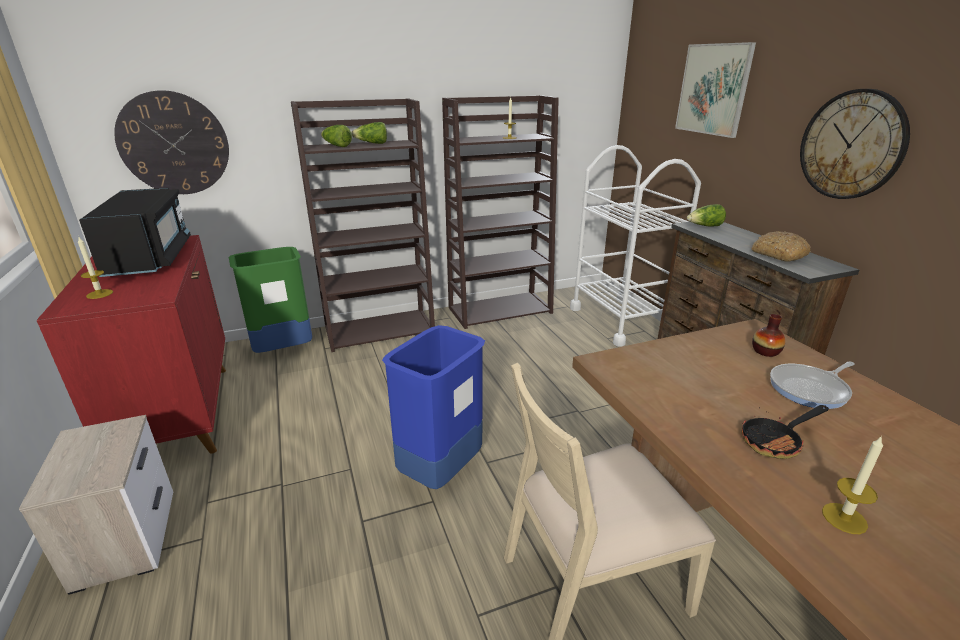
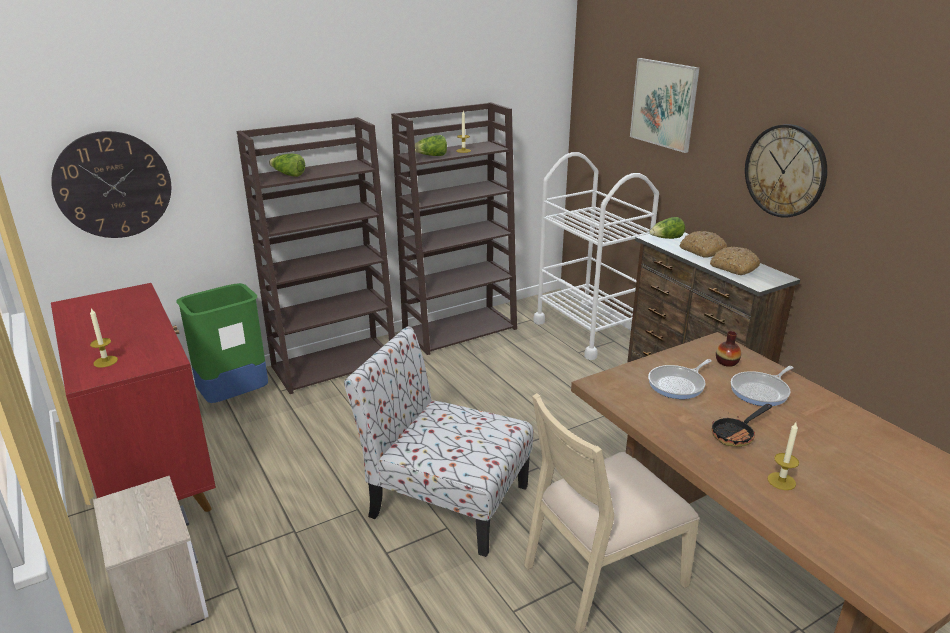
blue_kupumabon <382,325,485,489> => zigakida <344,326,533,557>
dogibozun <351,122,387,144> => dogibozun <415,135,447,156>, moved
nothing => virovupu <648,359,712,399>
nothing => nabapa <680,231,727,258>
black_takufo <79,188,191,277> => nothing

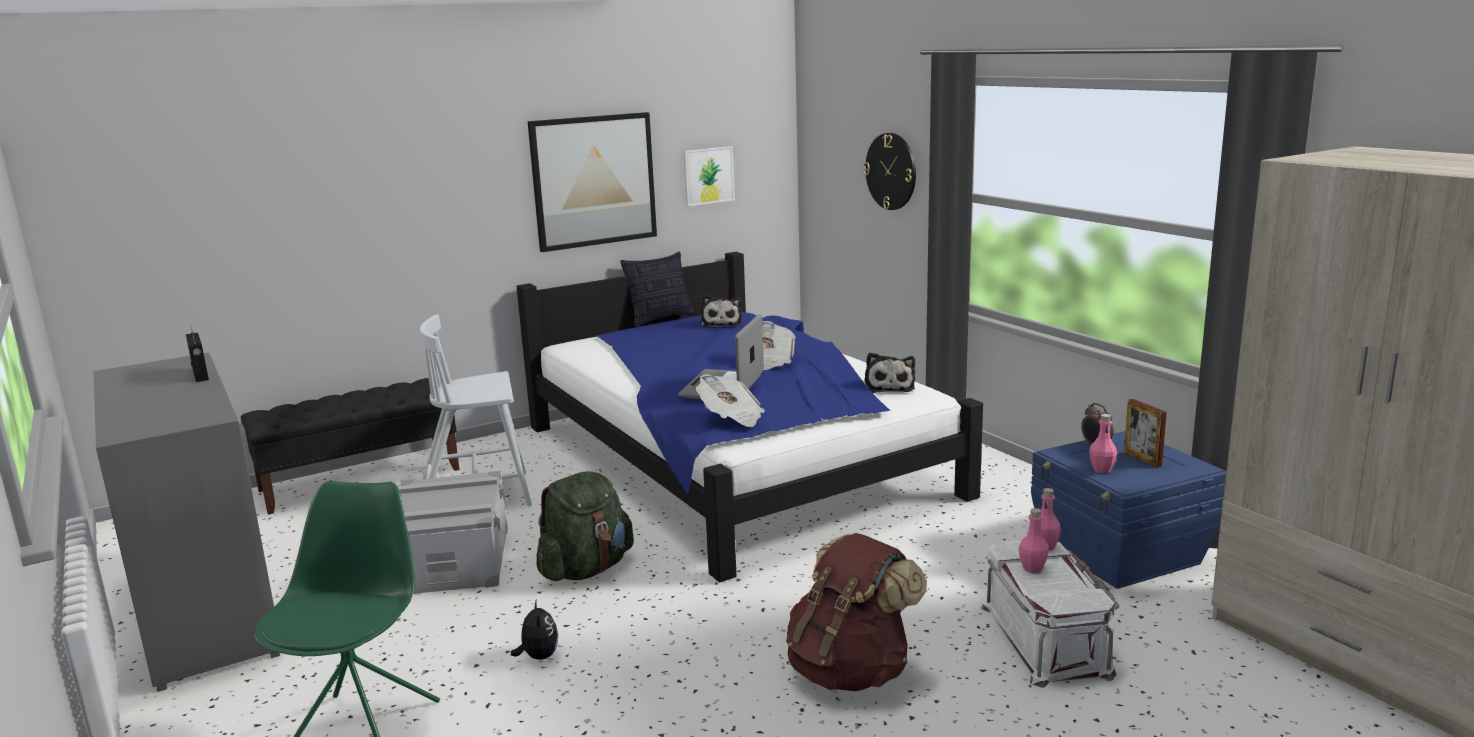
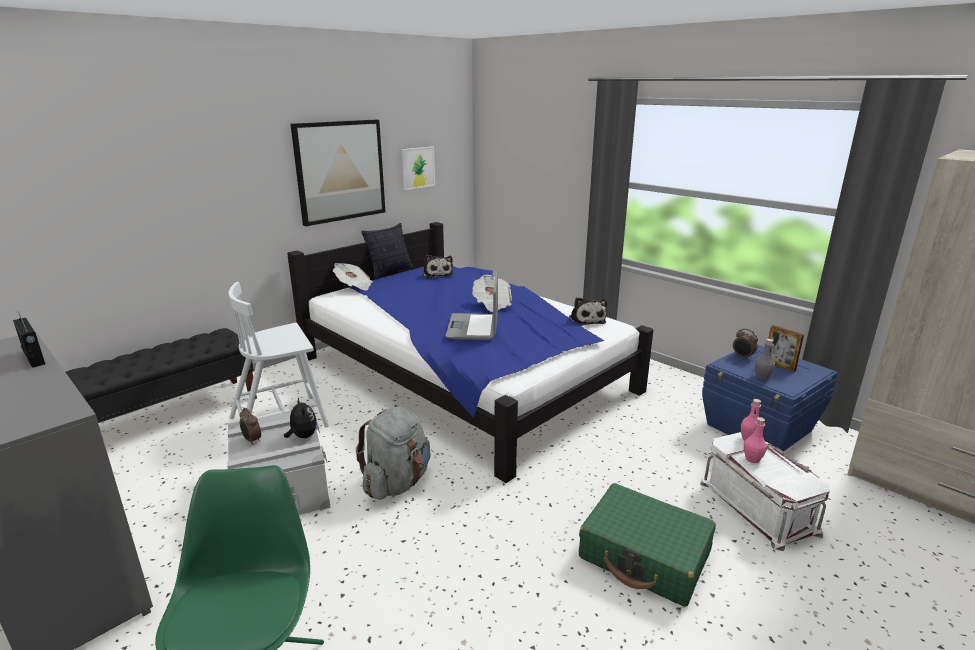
nothing => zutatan <240,408,261,445>
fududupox <511,599,558,660> => fududupox <284,397,317,438>, moved
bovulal <696,374,765,427> => bovulal <333,263,373,291>, moved
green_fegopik <536,471,634,581> => grey_fegopik <356,407,431,500>
brown_fegopik <786,533,927,691> => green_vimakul <579,483,716,607>
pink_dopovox <1089,414,1117,473> => grey_dopovox <755,339,775,380>
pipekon <864,133,916,210> => nothing

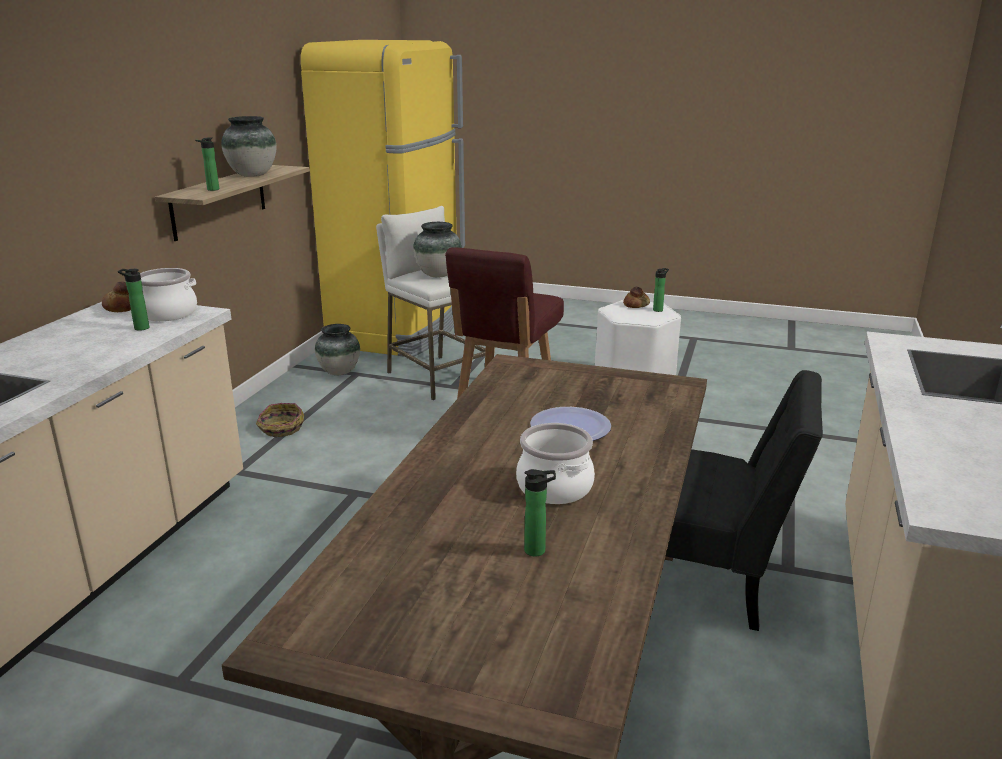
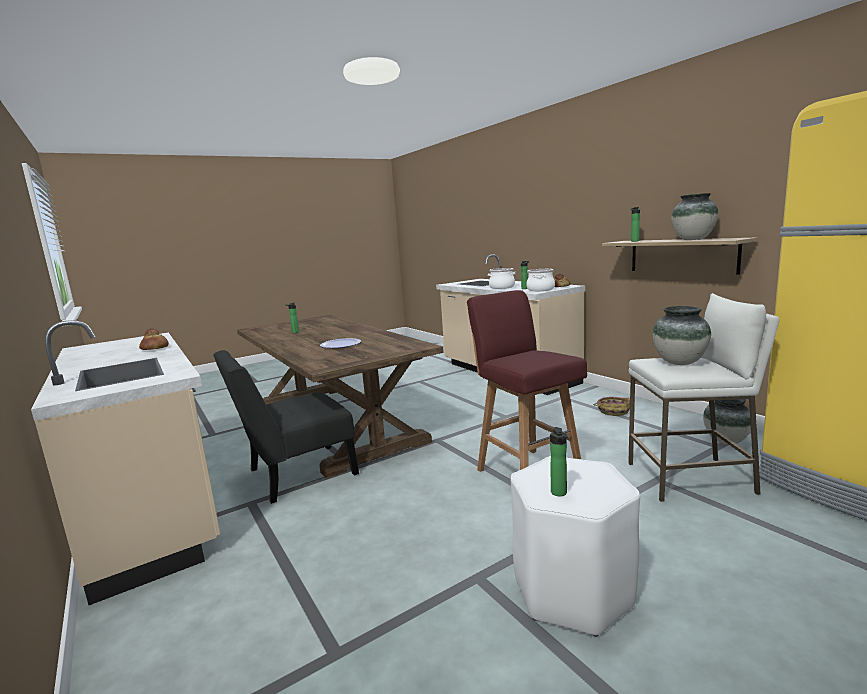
nabapa <623,286,650,308> => nabapa <139,328,169,350>, moved
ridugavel <516,423,595,504> => ridugavel <488,268,516,289>, moved

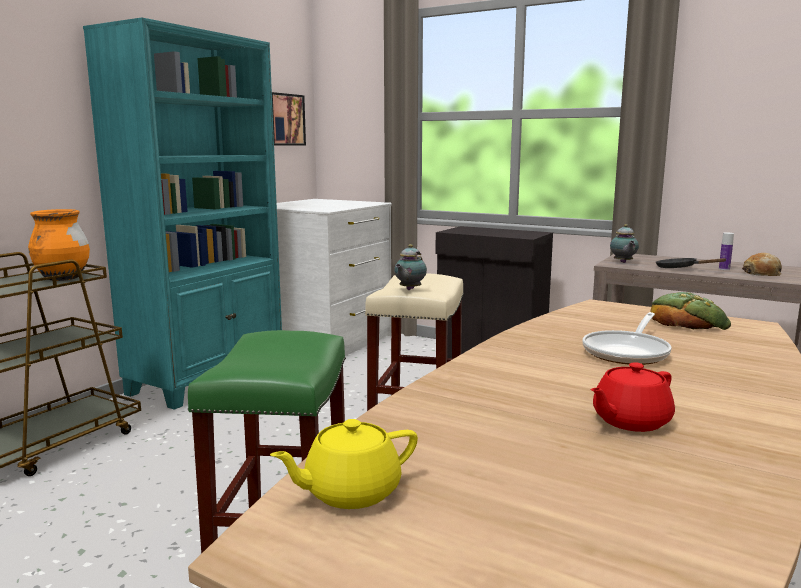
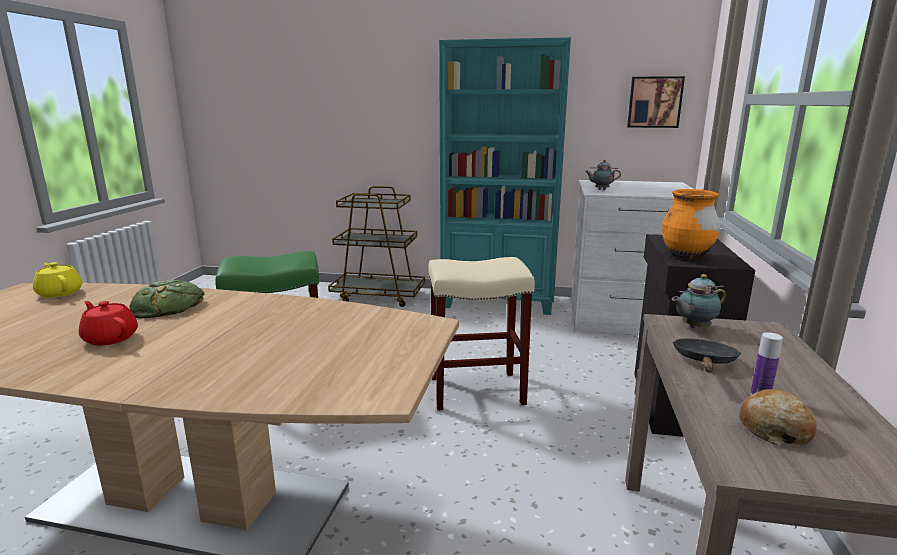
nabapa <651,292,731,330> => nabapa <129,280,205,318>, moved
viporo <394,244,427,290> => viporo <585,160,621,190>, moved
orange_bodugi <28,209,90,281> => orange_bodugi <662,189,720,260>, moved
virovupu <582,312,672,365> => nothing

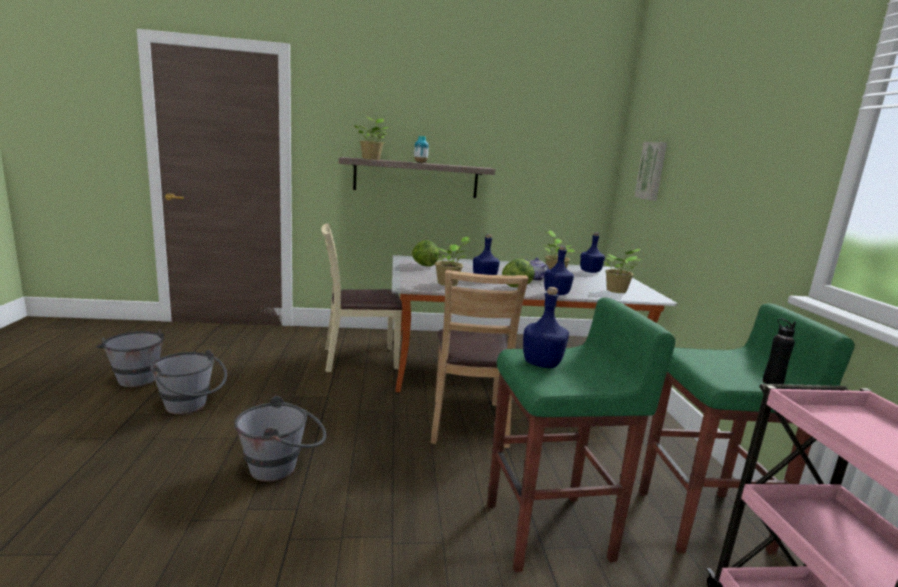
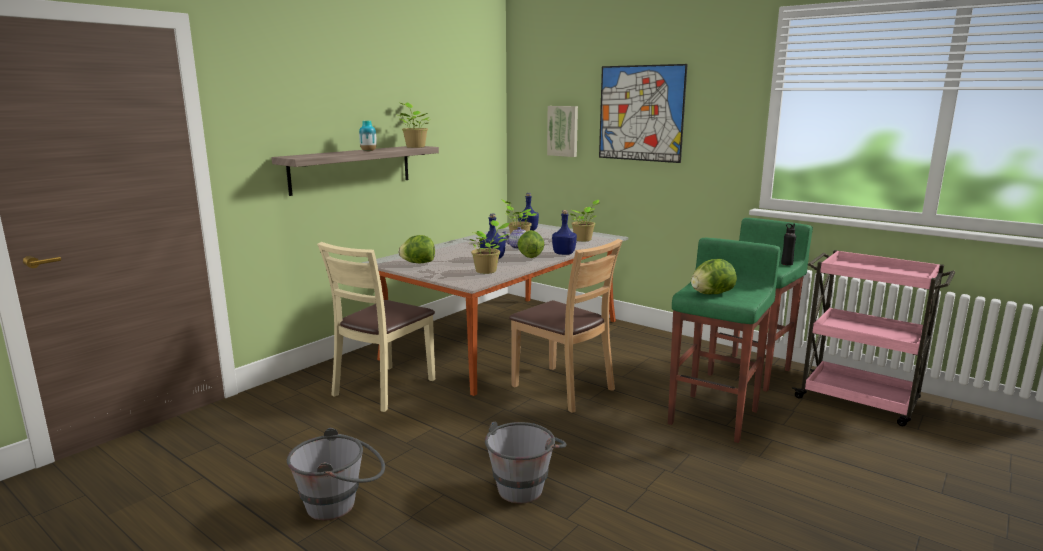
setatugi <354,117,389,160> => setatugi <398,103,429,148>, moved
nothing => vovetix <599,64,687,163>
blue_dopovox <523,287,569,368> => dogibozun <691,259,737,294>
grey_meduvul <96,329,164,387> => nothing

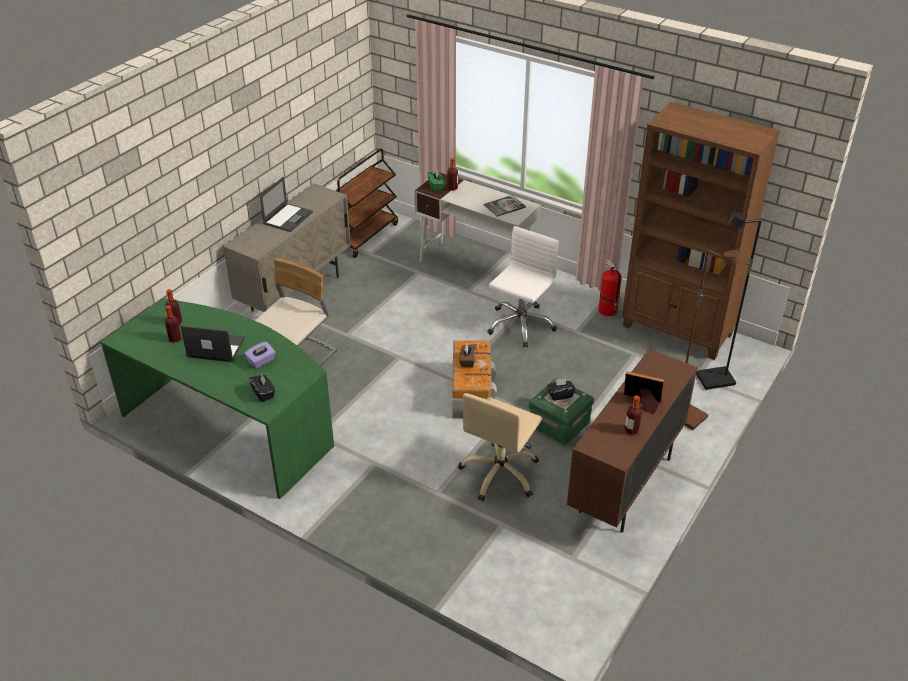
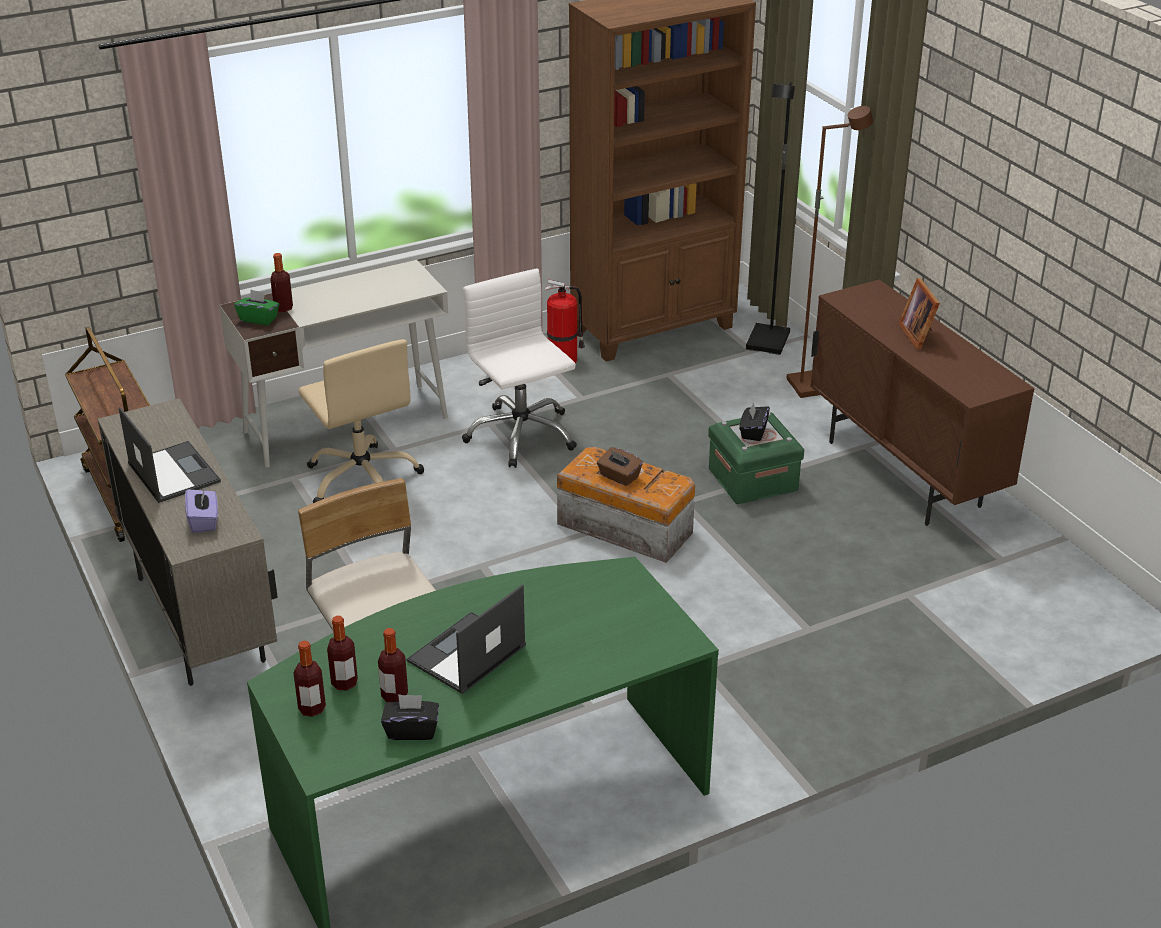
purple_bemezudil <244,342,276,369> => purple_bemezudil <185,487,218,533>, moved
dopovox <624,395,642,435> => dopovox <293,641,326,717>, moved
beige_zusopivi <458,393,542,501> => beige_zusopivi <298,339,424,503>, moved
black_bemezudil <249,375,275,402> => black_bemezudil <381,694,439,740>, moved
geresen <624,371,664,414> => geresen <899,278,940,350>, 60 degrees counterclockwise
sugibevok <484,195,526,217> => nothing

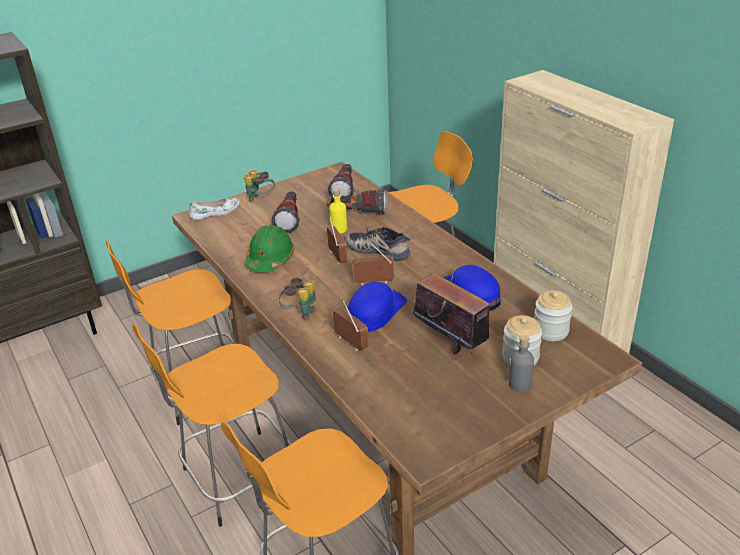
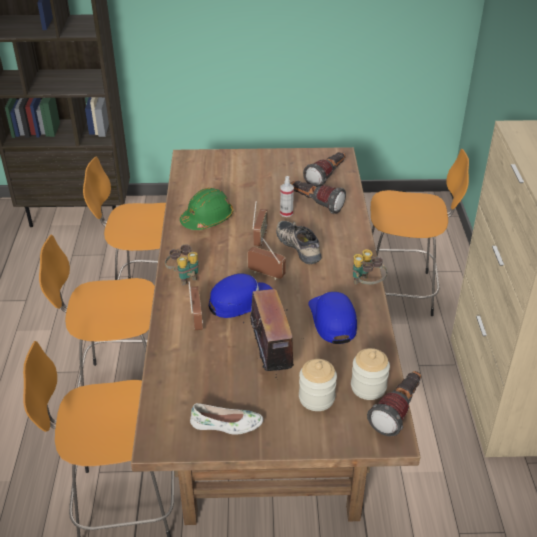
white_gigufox <189,198,240,220> => white_gigufox <190,403,263,435>, moved
yellow_dopovox <329,188,347,233> => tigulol <280,176,294,217>
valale <244,169,275,202> => valale <353,249,387,284>, moved
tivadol <271,191,300,233> => tivadol <367,371,421,437>, moved
grey_dopovox <509,335,534,392> => nothing

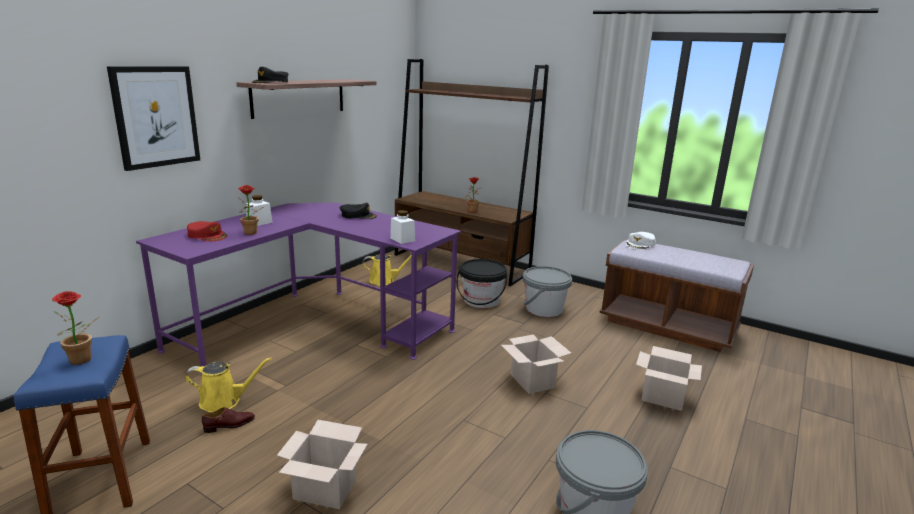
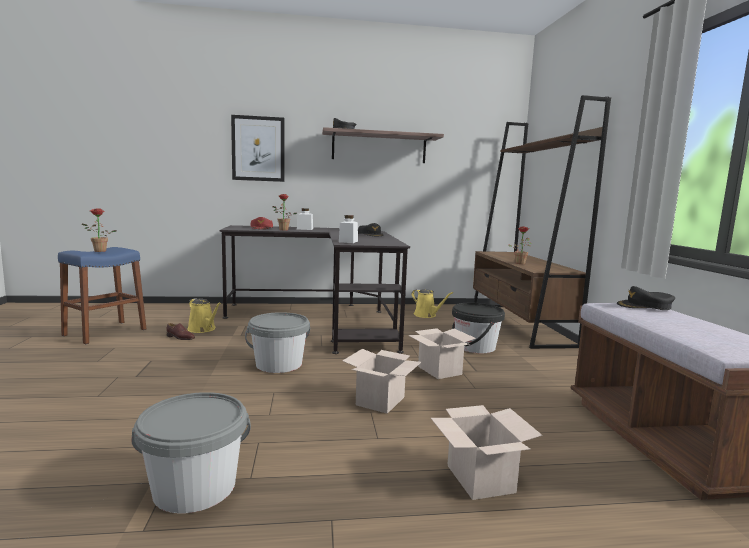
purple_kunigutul <136,203,461,376> => black_kunigutul <220,225,410,354>
grey_meduvul <523,266,572,317> => grey_meduvul <245,312,310,373>, moved
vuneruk <277,420,368,509> => vuneruk <408,328,476,379>, moved
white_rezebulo <626,232,656,249> => black_rezebulo <617,286,675,310>

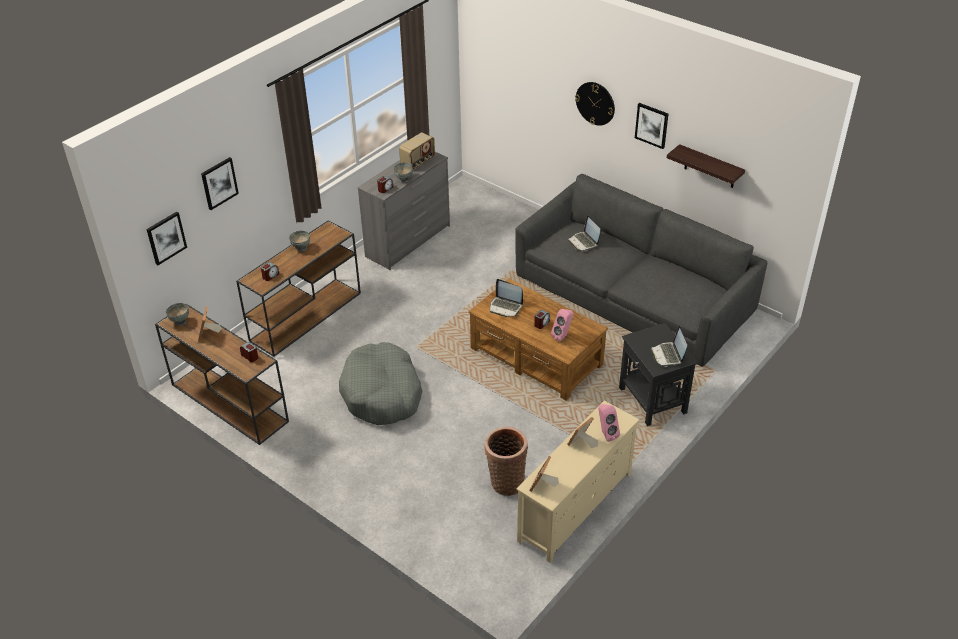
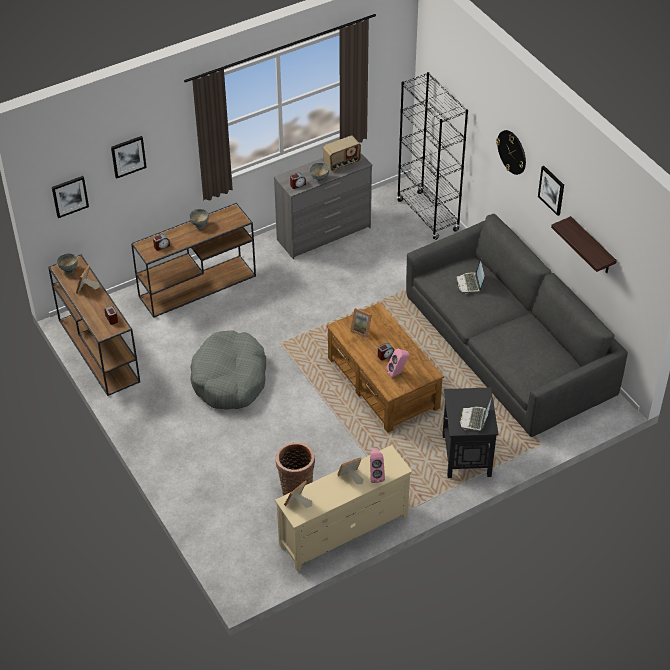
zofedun <490,279,523,317> => geresen <350,308,372,338>
nothing => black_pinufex <397,72,468,240>

